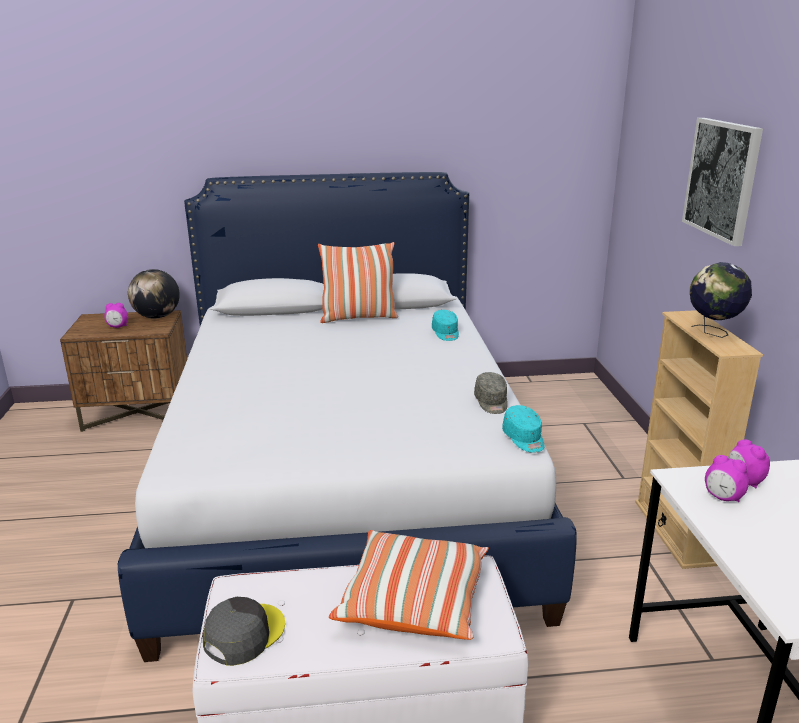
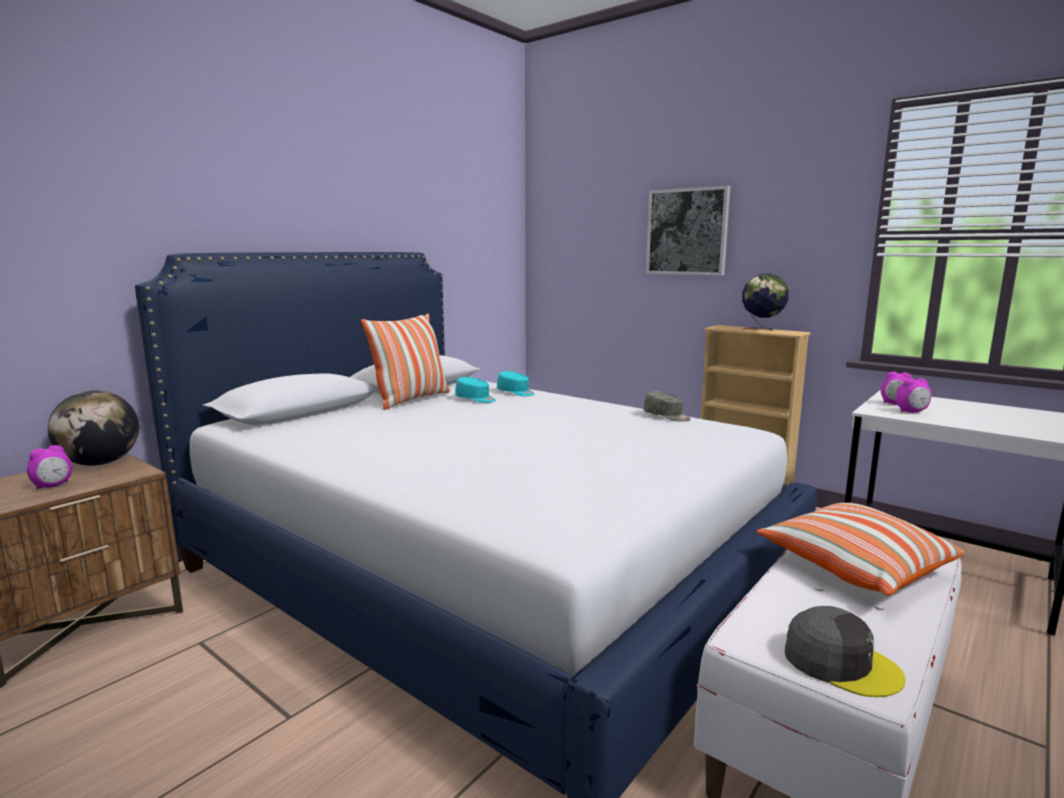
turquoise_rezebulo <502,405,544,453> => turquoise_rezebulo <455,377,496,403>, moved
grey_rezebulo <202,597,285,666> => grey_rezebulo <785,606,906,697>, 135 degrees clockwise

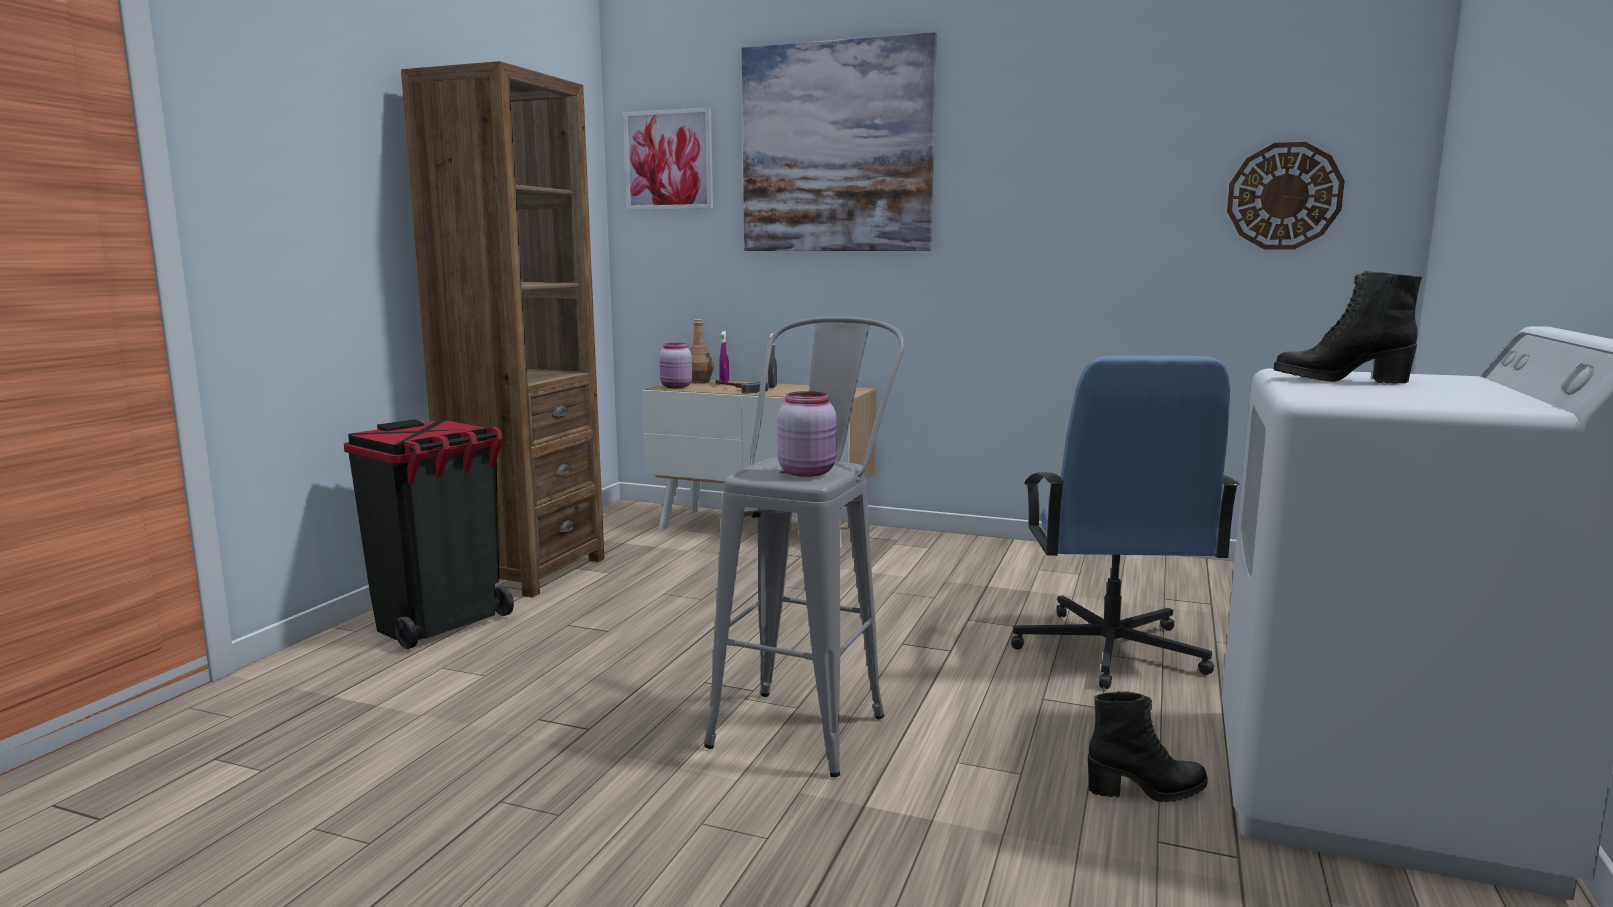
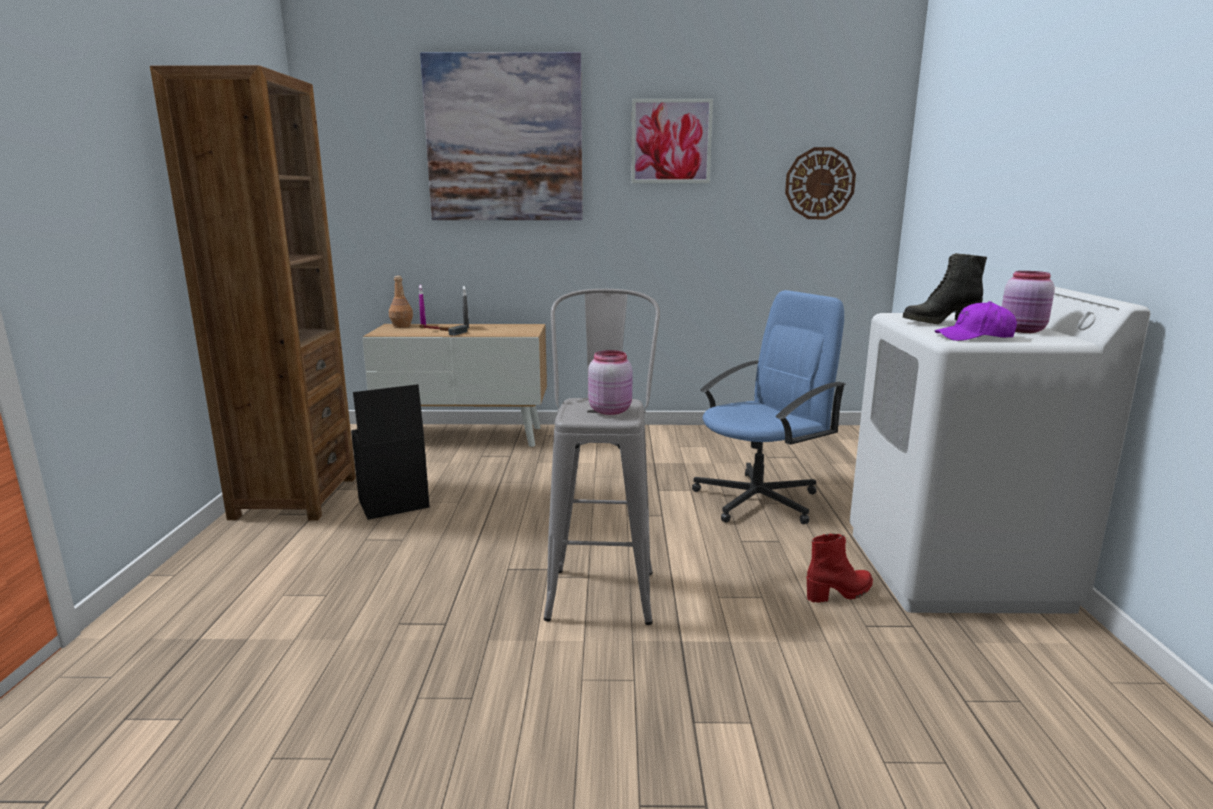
nothing => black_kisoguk <351,384,430,520>
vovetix <623,107,713,210> => vovetix <631,99,713,183>, moved
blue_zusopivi <1011,356,1240,689> => blue_zusopivi <692,290,846,524>, 105 degrees counterclockwise
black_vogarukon <1088,691,1208,803> => red_vogarukon <806,534,873,603>
nothing => purple_rezebulo <934,301,1017,341>
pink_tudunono <659,343,692,388> => pink_tudunono <1002,271,1055,333>, moved
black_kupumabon <344,419,514,649> => nothing

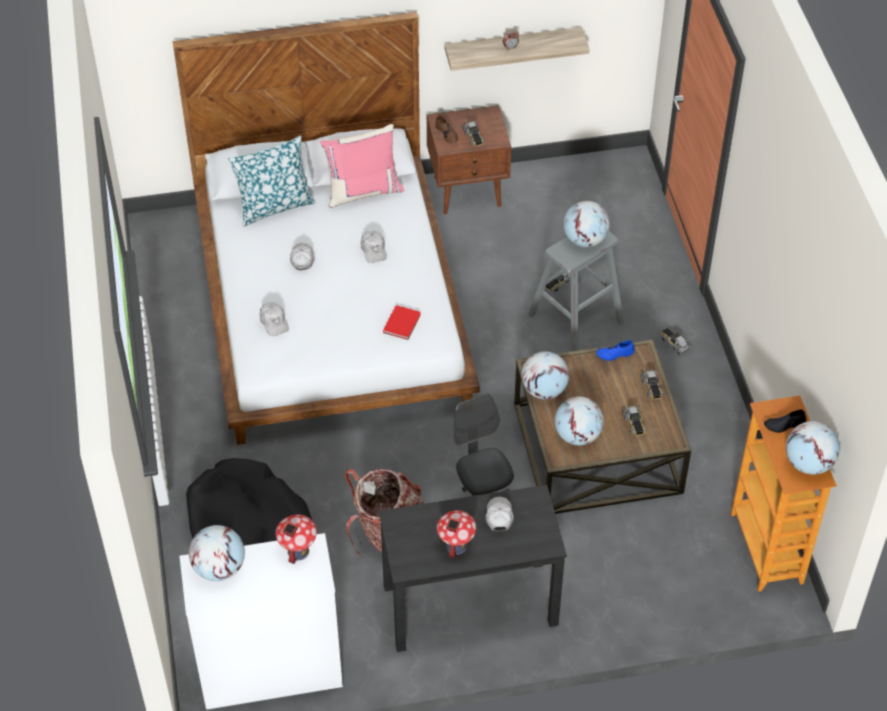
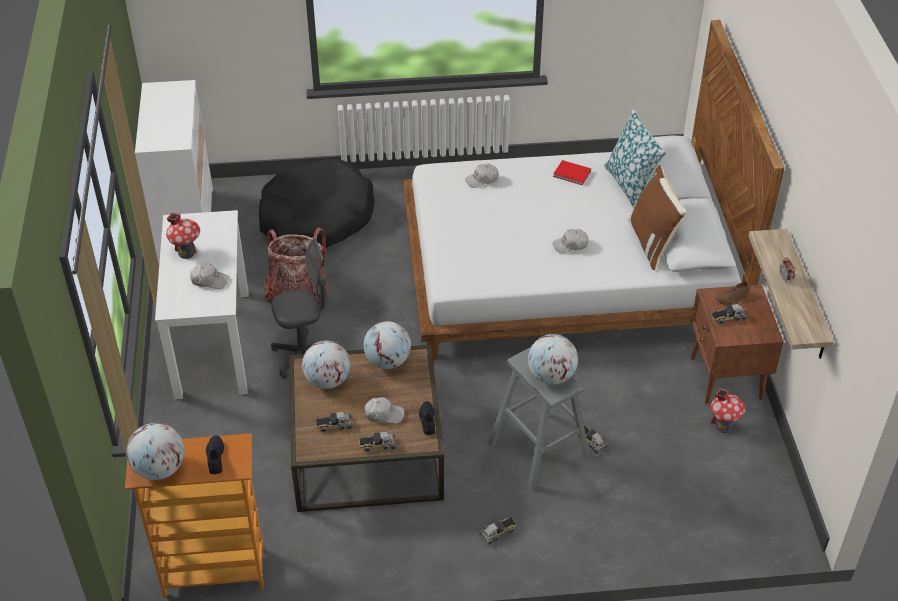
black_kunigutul <379,485,567,652> => white_kunigutul <155,210,248,399>
white_rezebulo <290,243,315,270> => white_rezebulo <365,397,404,424>, moved
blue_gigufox <596,340,635,361> => black_gigufox <419,401,435,435>
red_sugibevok <383,305,421,340> => red_sugibevok <553,160,591,185>, moved
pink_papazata <320,124,405,208> => brown_papazata <628,165,687,270>
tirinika <276,515,317,564> => tirinika <710,388,745,433>, moved
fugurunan <189,525,245,581> => nothing

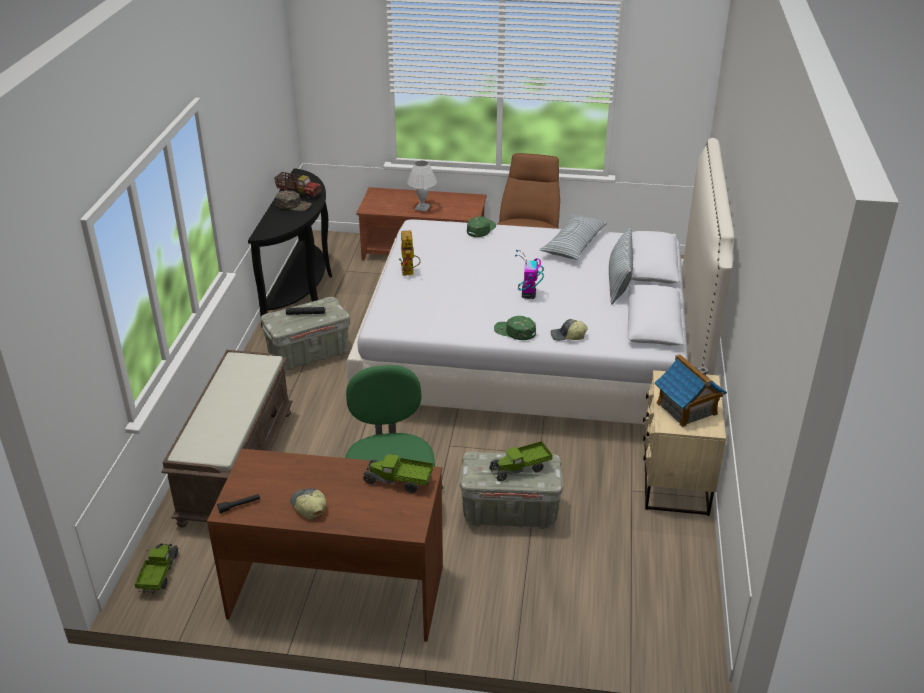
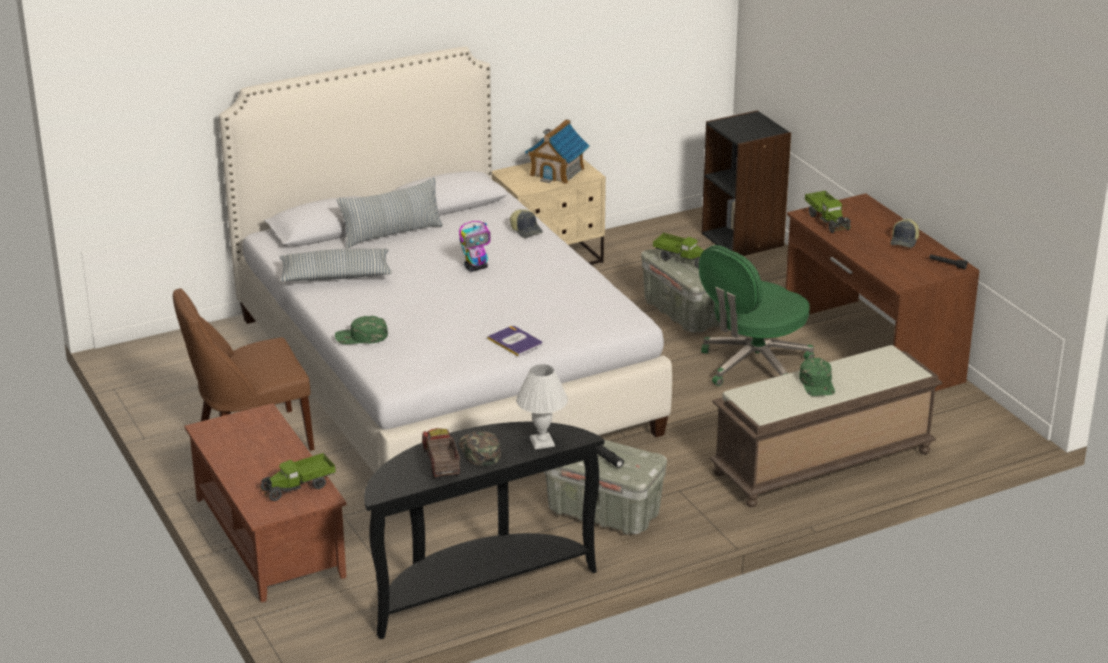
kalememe <134,543,178,593> => kalememe <260,453,336,501>, moved
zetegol <399,230,421,276> => sugibevok <487,326,542,357>
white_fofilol <407,161,437,212> => white_fofilol <516,364,568,449>, moved
nothing => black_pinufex <701,110,791,256>
green_rezebulo <494,316,536,340> => green_rezebulo <799,358,835,396>, moved

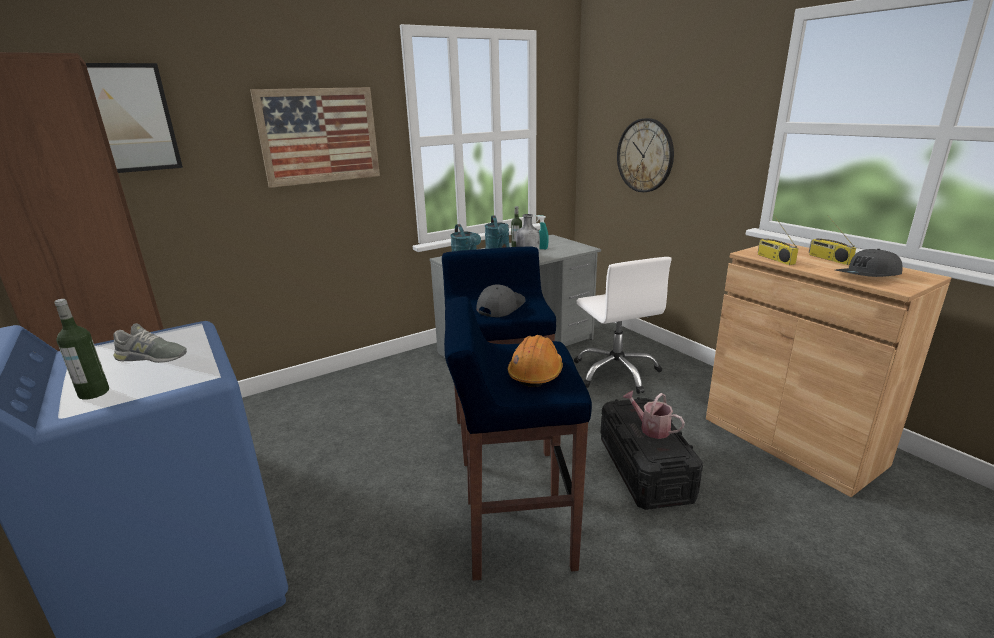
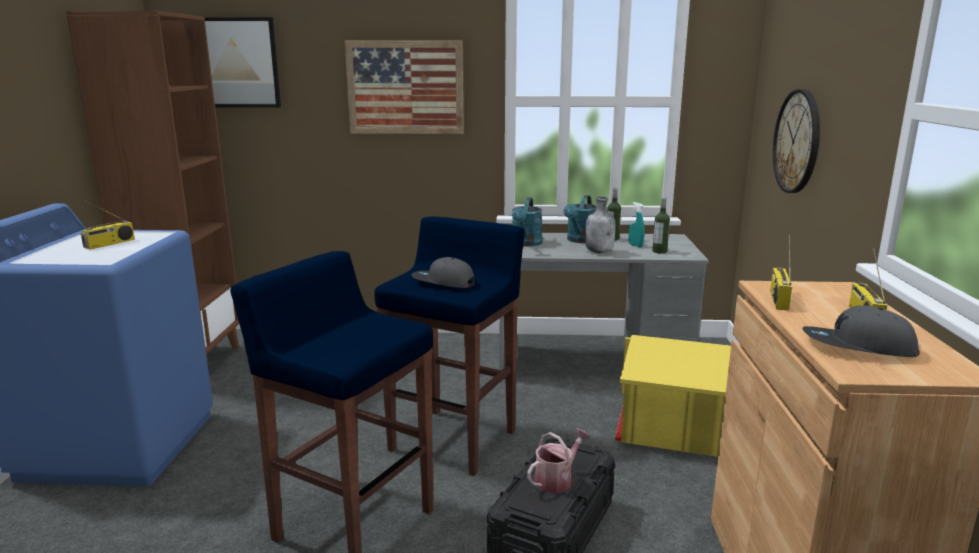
grey_gigufox <113,323,187,363> => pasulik <81,201,135,250>
grey_rezebulo <476,284,526,317> => grey_rezebulo <411,257,475,288>, 135 degrees counterclockwise
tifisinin <623,391,685,439> => tifisinin <527,428,590,494>, 60 degrees clockwise
white_zusopivi <574,257,671,394> => yellow_kisoguk <615,335,731,457>
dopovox <55,299,109,400> => dopovox <652,197,670,254>, moved
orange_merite <508,335,563,387> => nothing

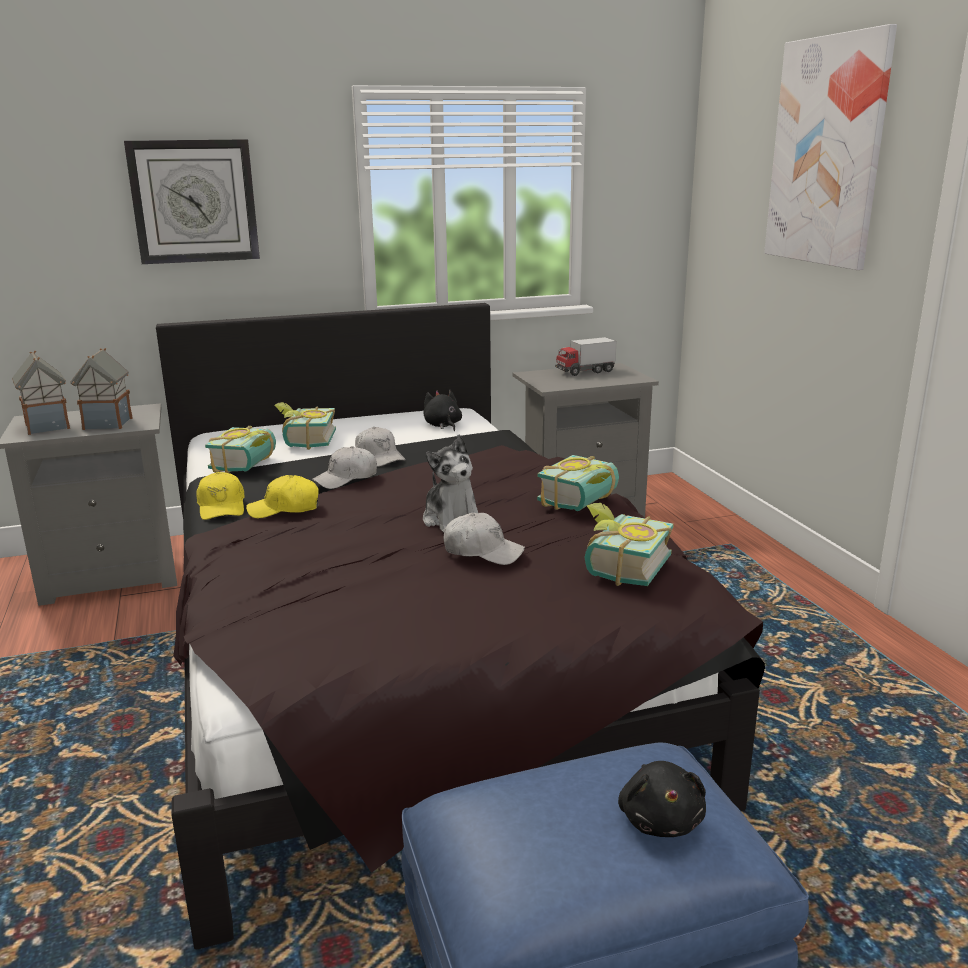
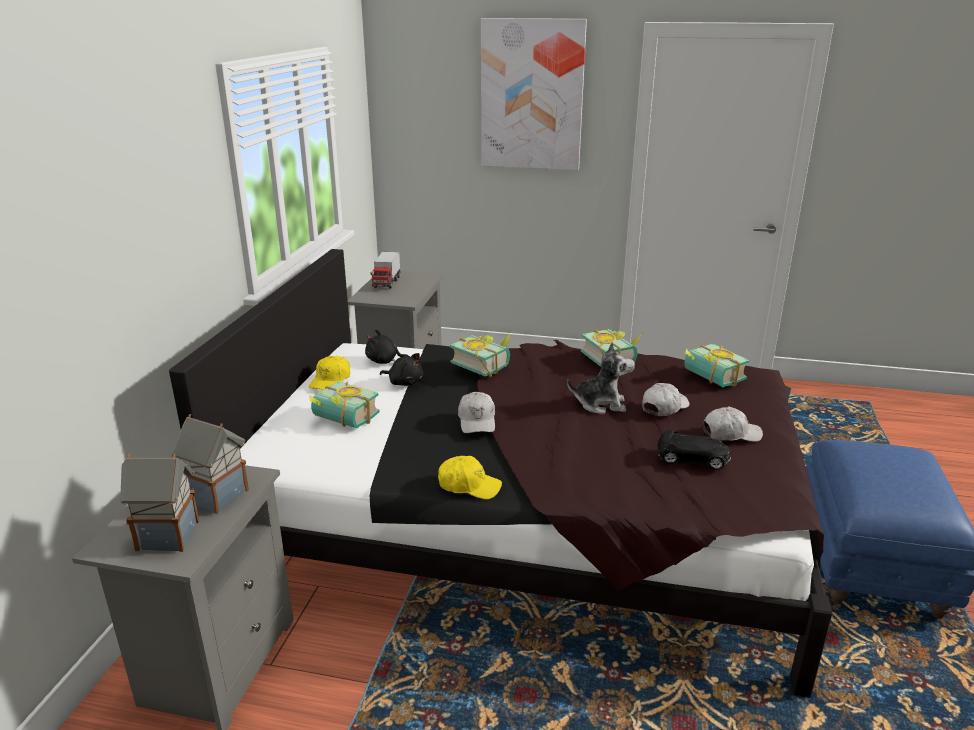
yellow_rezebulo <246,475,319,518> => yellow_rezebulo <308,356,350,390>, moved
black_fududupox <618,761,706,837> => black_fududupox <380,353,423,386>, moved
sugibevok <205,426,276,473> => sugibevok <450,334,510,377>, moved
nothing => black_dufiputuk <657,430,731,470>
white_rezebulo <355,427,406,467> => white_rezebulo <704,407,763,442>, moved
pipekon <124,139,260,264> => nothing

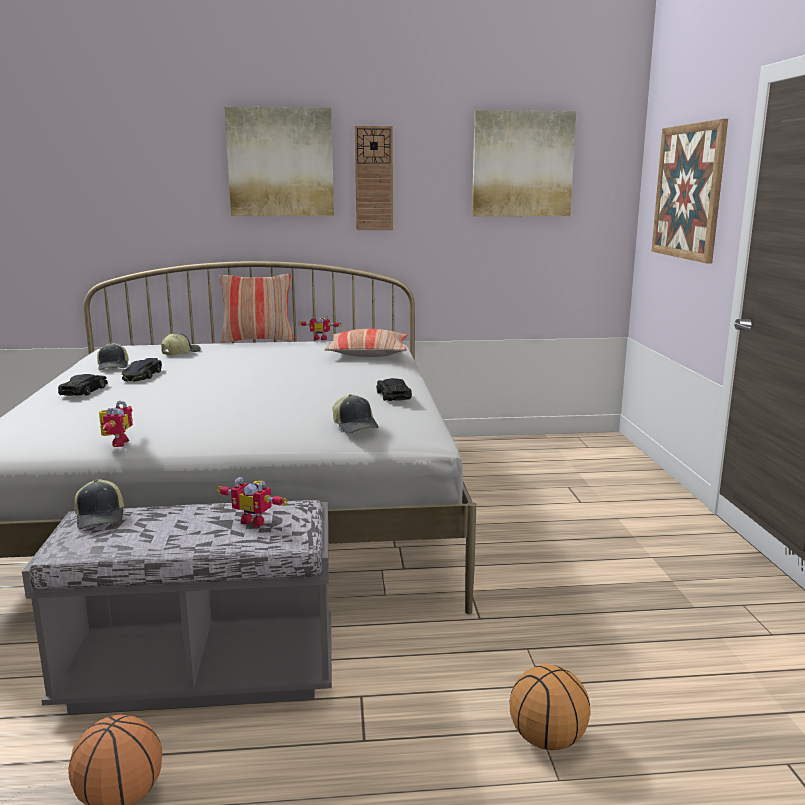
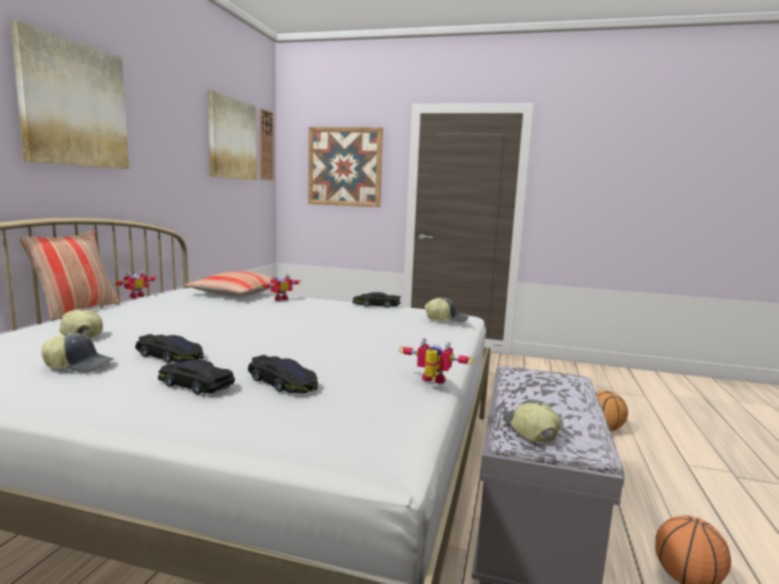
nothing => black_dufiputuk <248,355,318,394>
pipekon <355,126,393,230> => pipekon <259,108,274,180>, moved
zetegol <216,477,288,527> => zetegol <261,274,301,301>, moved
rezebulo <75,479,124,529> => rezebulo <503,399,560,442>, 105 degrees counterclockwise

